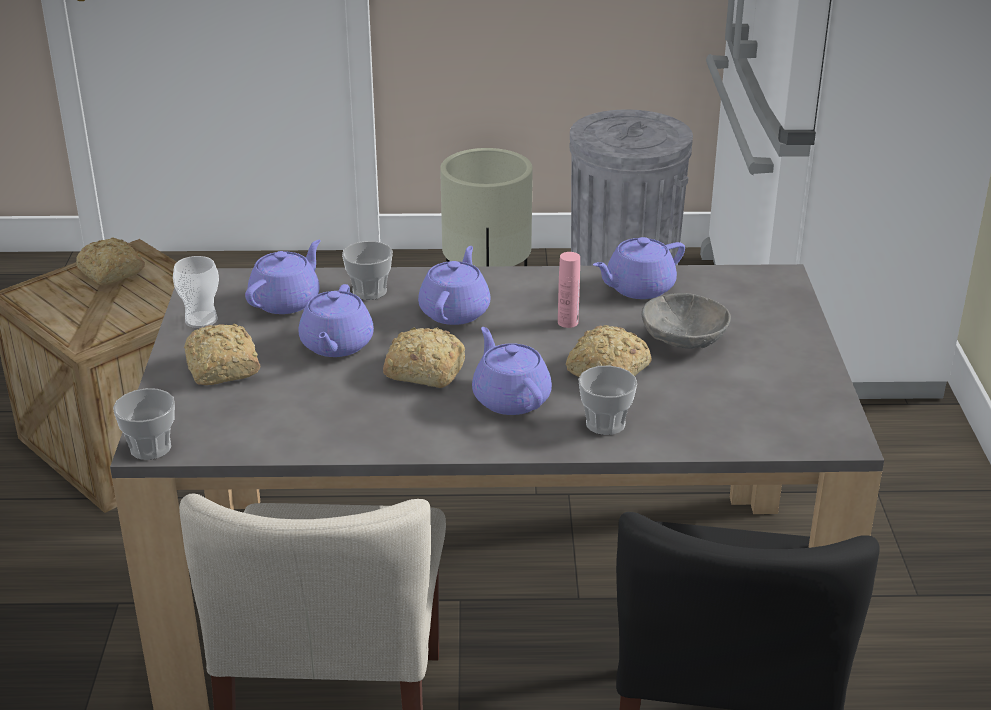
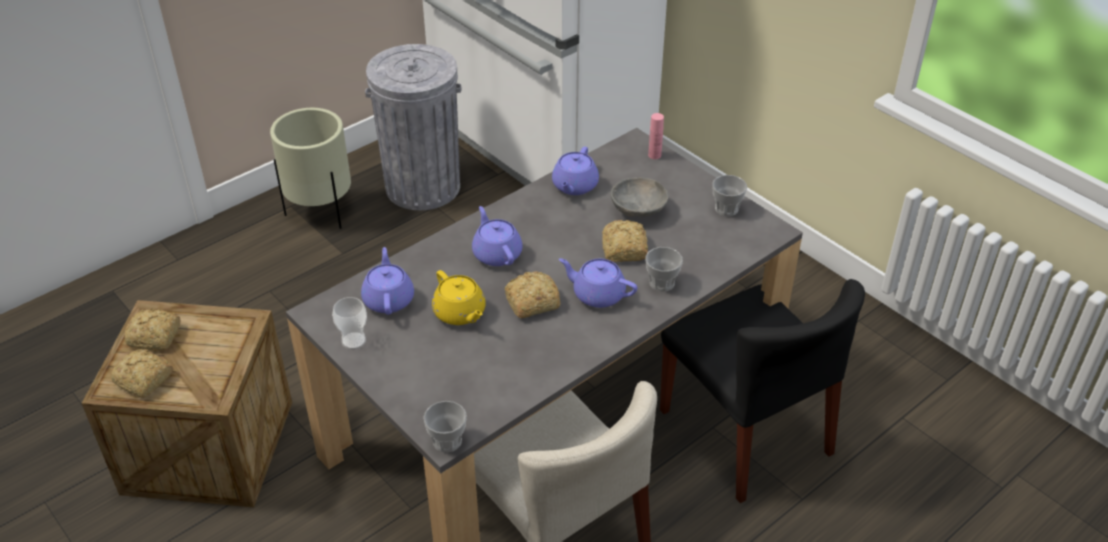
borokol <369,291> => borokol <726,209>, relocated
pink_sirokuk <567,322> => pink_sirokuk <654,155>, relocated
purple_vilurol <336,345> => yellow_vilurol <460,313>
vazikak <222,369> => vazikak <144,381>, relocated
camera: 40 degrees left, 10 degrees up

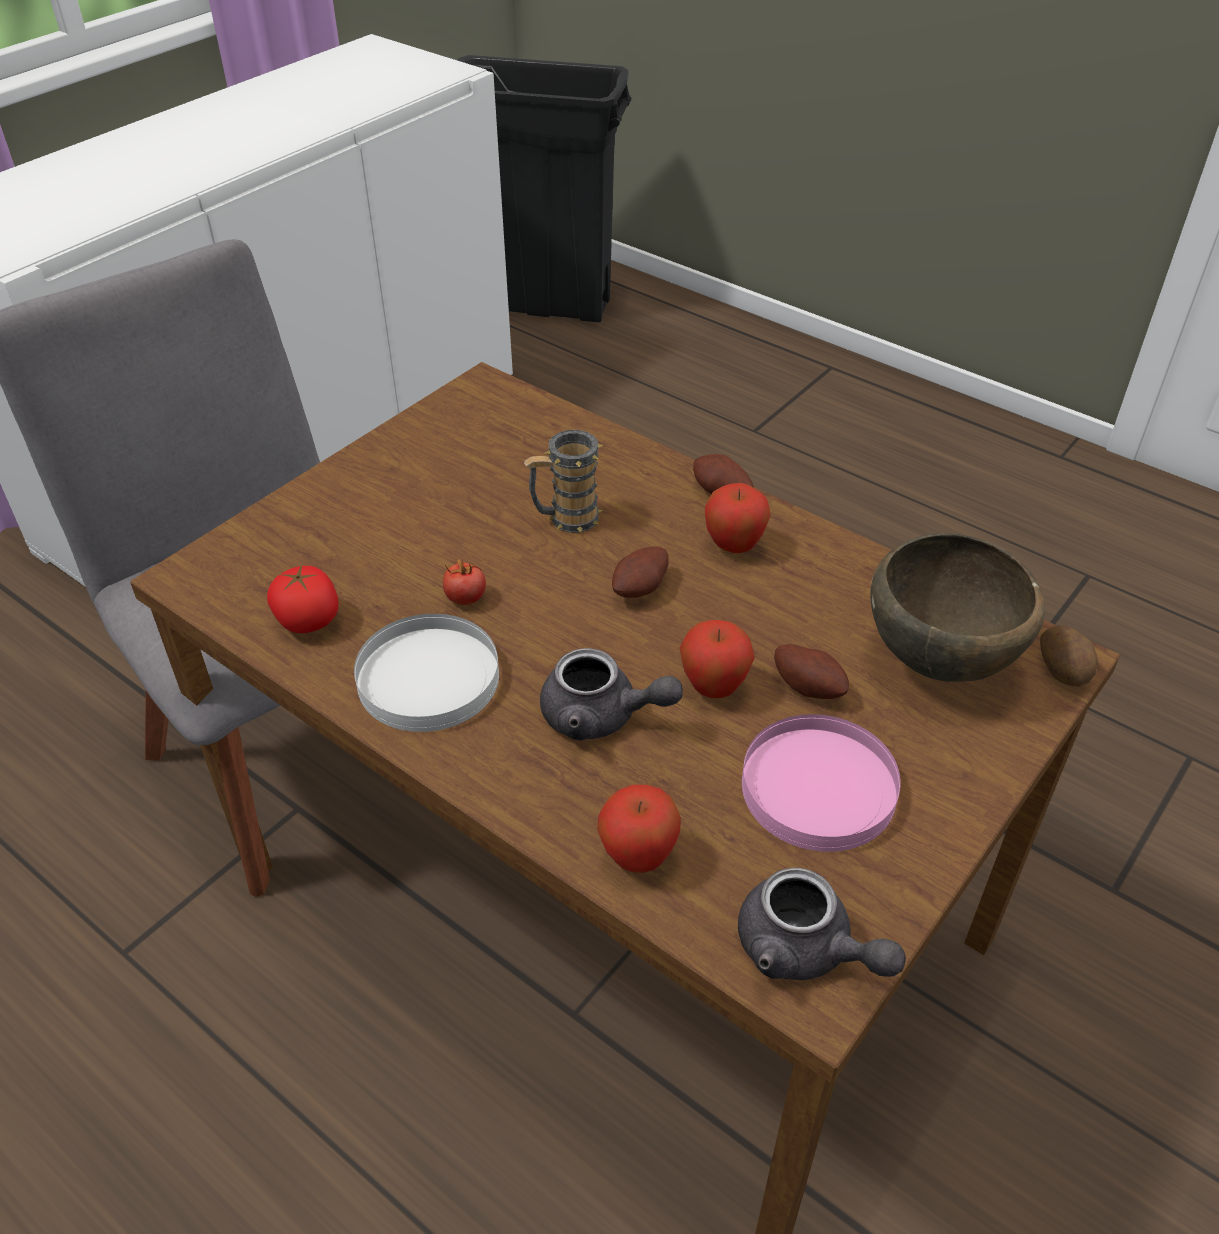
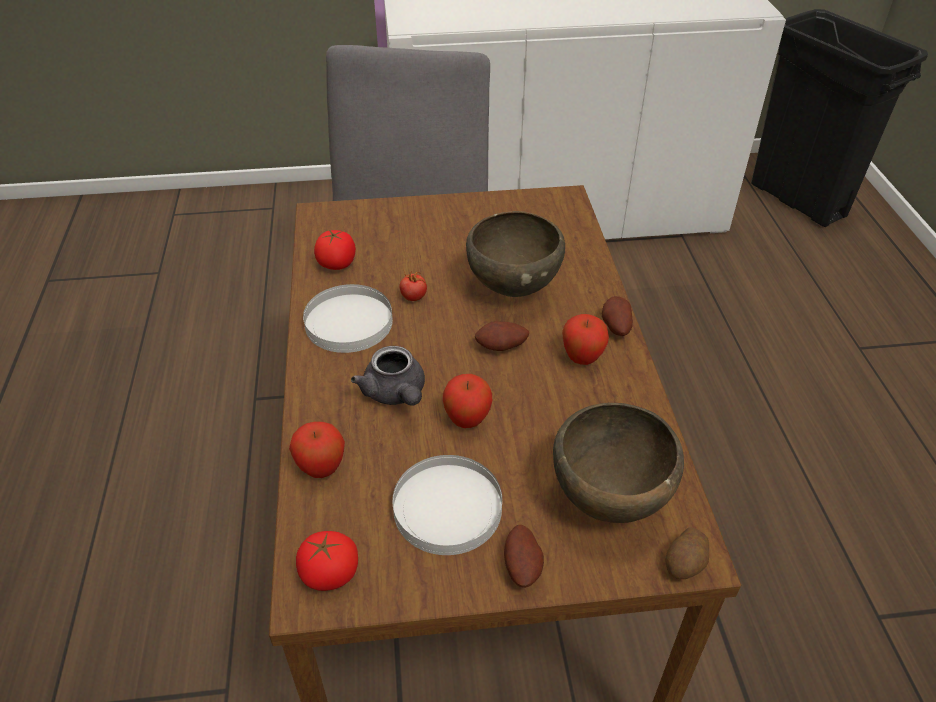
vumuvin <565,519> => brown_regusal <513,289>
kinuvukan <809,686> => kinuvukan <523,566>, relocated
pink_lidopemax <818,788> => white_lidopemax <446,508>
grey_vilurol <805,951> => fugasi <330,574>
camera: 45 degrees right, 0 degrees up

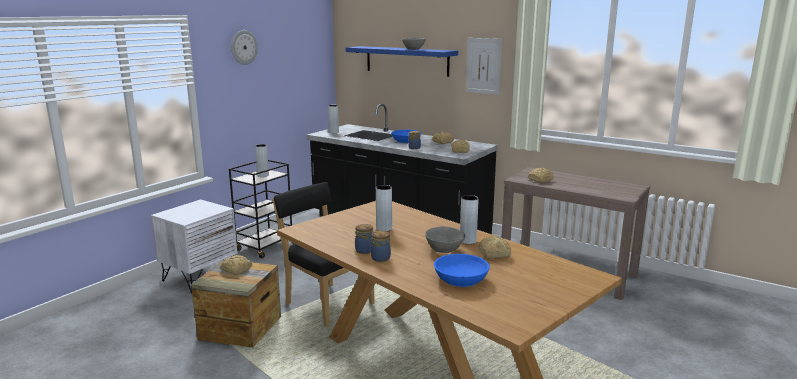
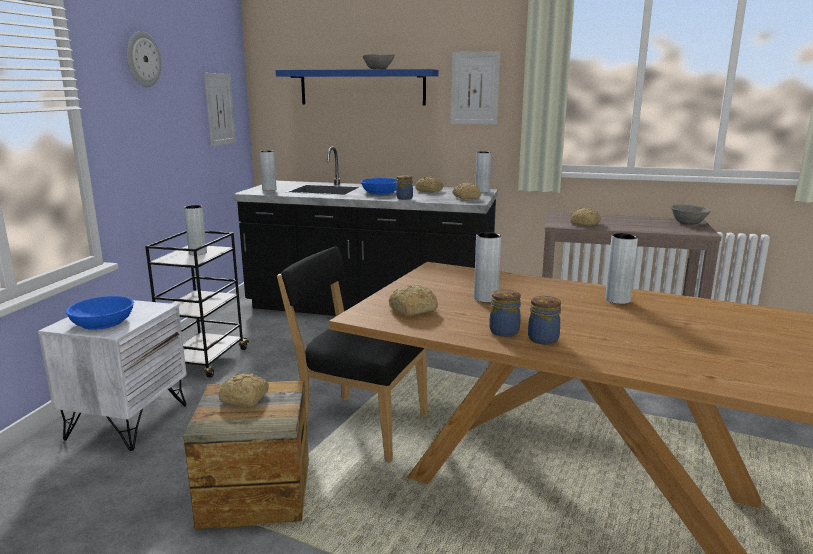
grey_regusal <444,250> => grey_regusal <688,223>, relocated
vazikak <493,254> => vazikak <411,310>, relocated
blue_regusal <461,279> => blue_regusal <102,322>, relocated
nothing => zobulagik <220,109>
nothing => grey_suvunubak <482,191>
camera: 20 degrees left, 0 degrees up

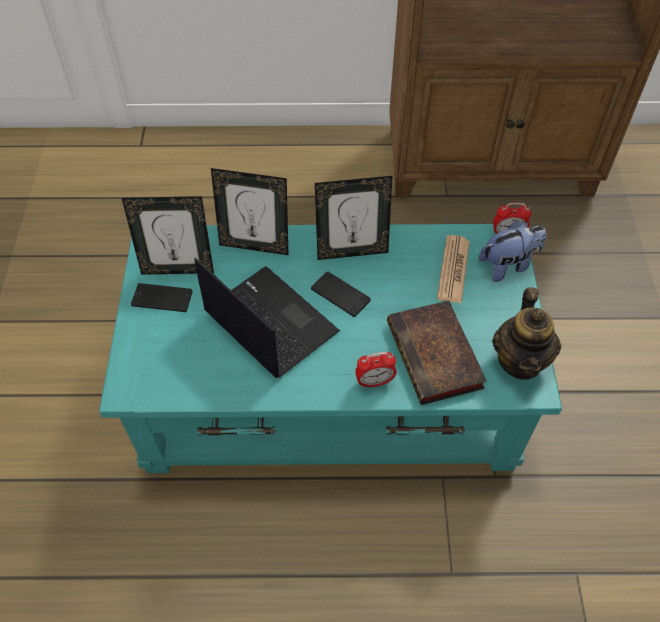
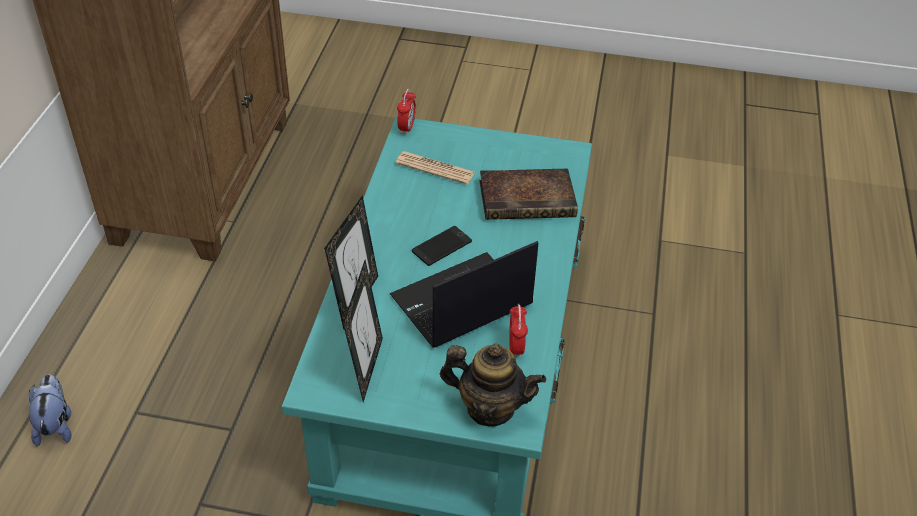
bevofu <352,251> => nothing
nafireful <508,265> => nafireful <56,425>, relocated
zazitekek <162,298> => nothing
vilurol <520,361> => vilurol <490,408>, relocated
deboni <374,382> => deboni <516,347>, relocated
camera: 80 degrees left, 10 degrees down

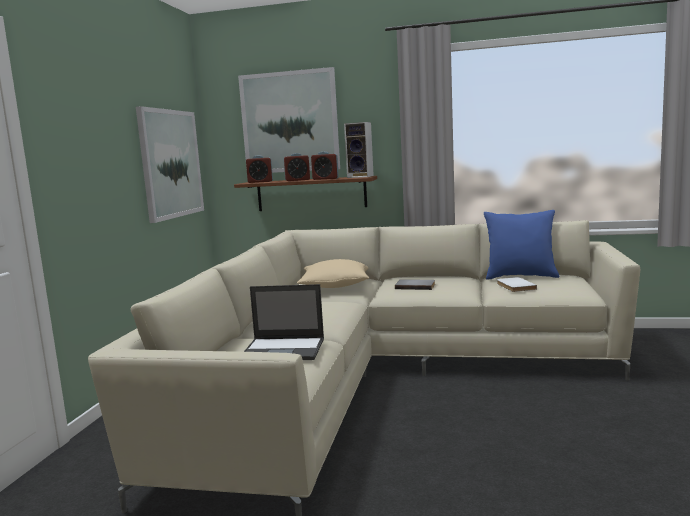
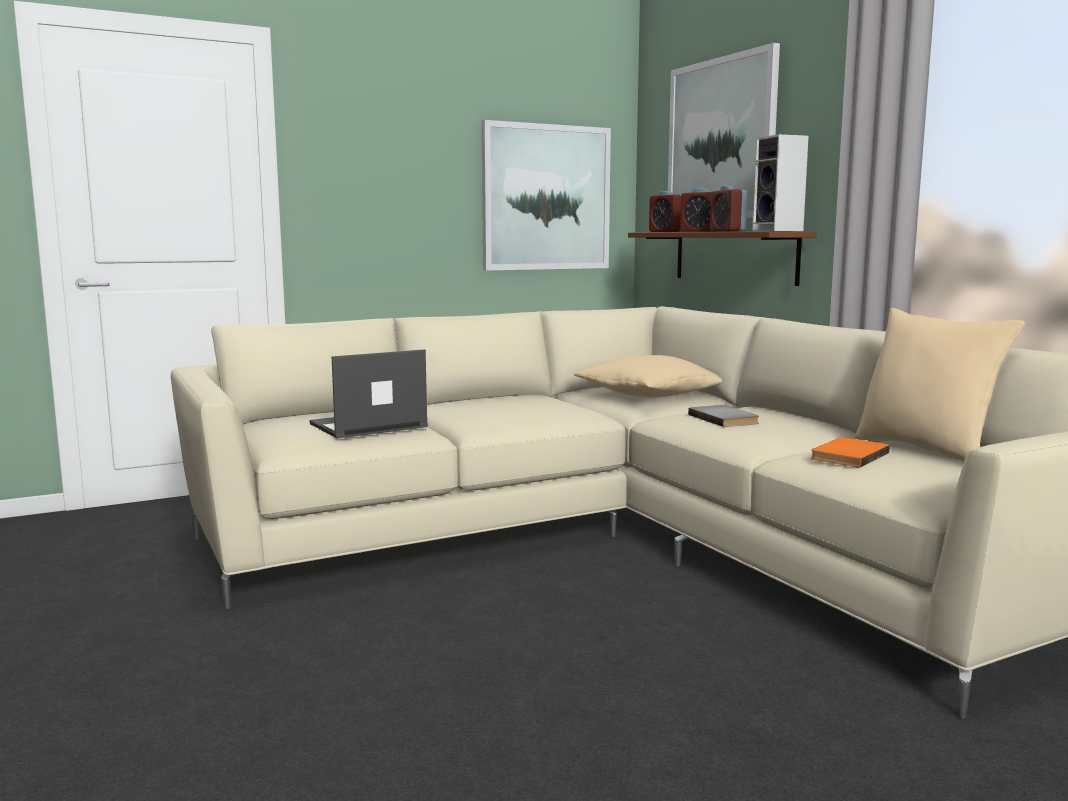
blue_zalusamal <520,276> => beige_zalusamal <926,450>
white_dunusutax <514,286> => orange_dunusutax <846,455>
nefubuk <284,349> => nefubuk <367,426>, 90 degrees clockwise
camera: 50 degrees right, 0 degrees up

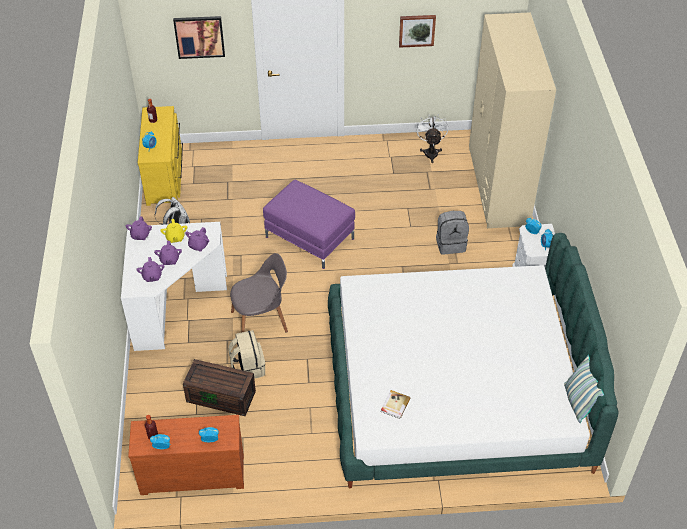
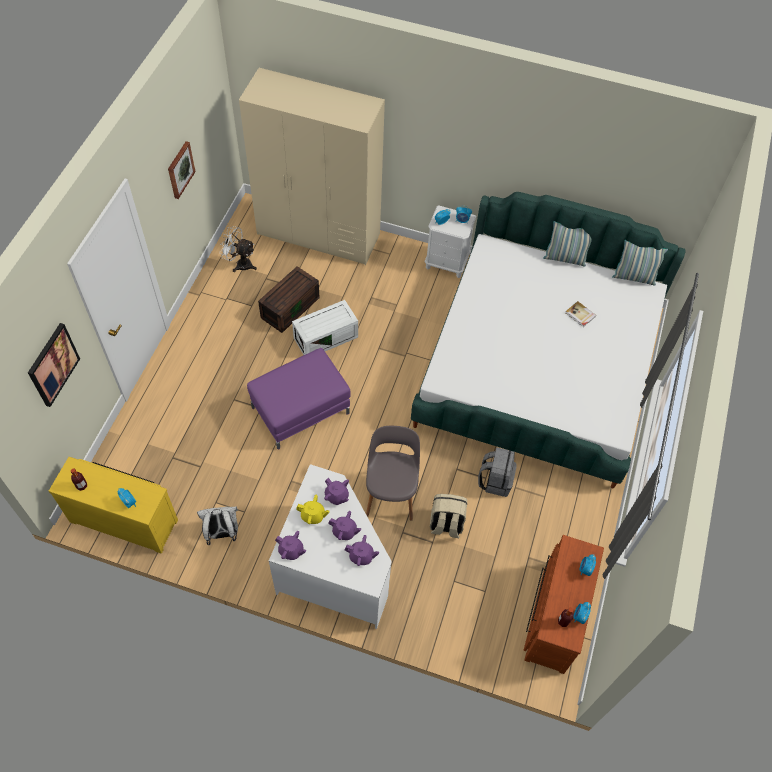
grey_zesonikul <450,244> => grey_zesonikul <495,480>, relocated
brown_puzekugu <222,396> => brown_puzekugu <290,307>, relocated
dunusutax <394,405> => dunusutax <580,315>, relocated
nothing => zalusamal <565,258>
nothing => white_puzekugu <326,336>
camera: 70 degrees left, 10 degrees up

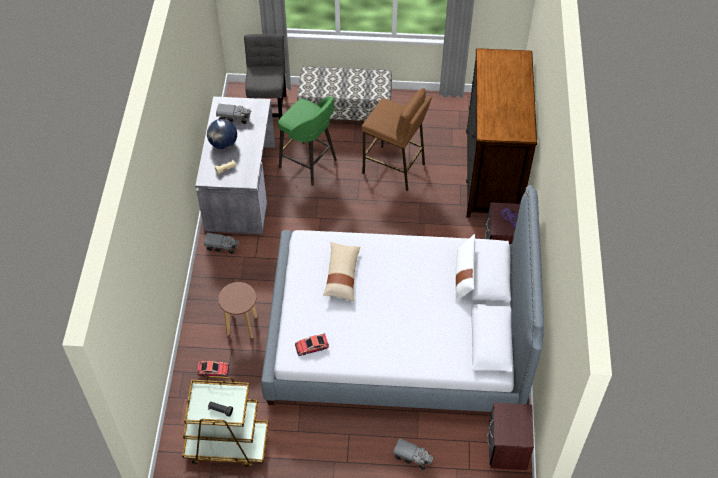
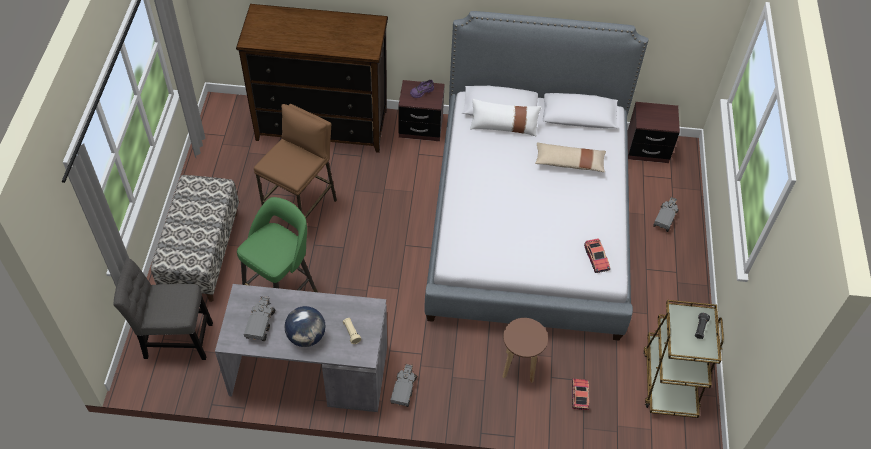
beige_zalusamal <342,275> => beige_zalusamal <569,162>, relocated
camera: 90 degrees left, 0 degrees up

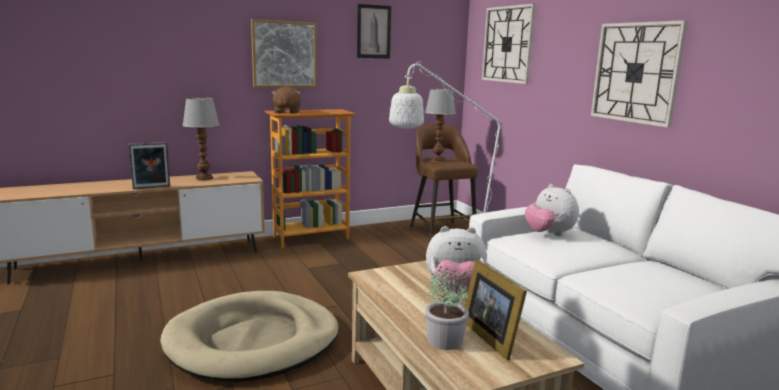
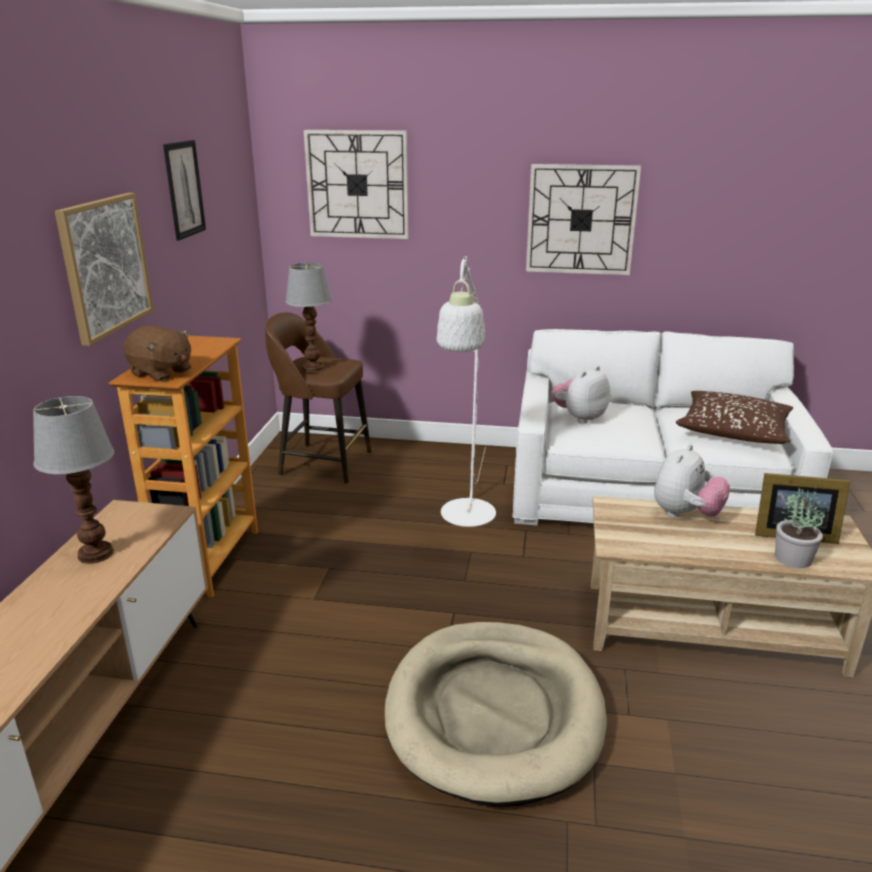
bevofu <151,188> => nothing
nafireful <549,234> => nafireful <579,418>, 135 degrees clockwise
nothing => brown_zalusamal <733,430>
camera: 55 degrees left, 10 degrees up

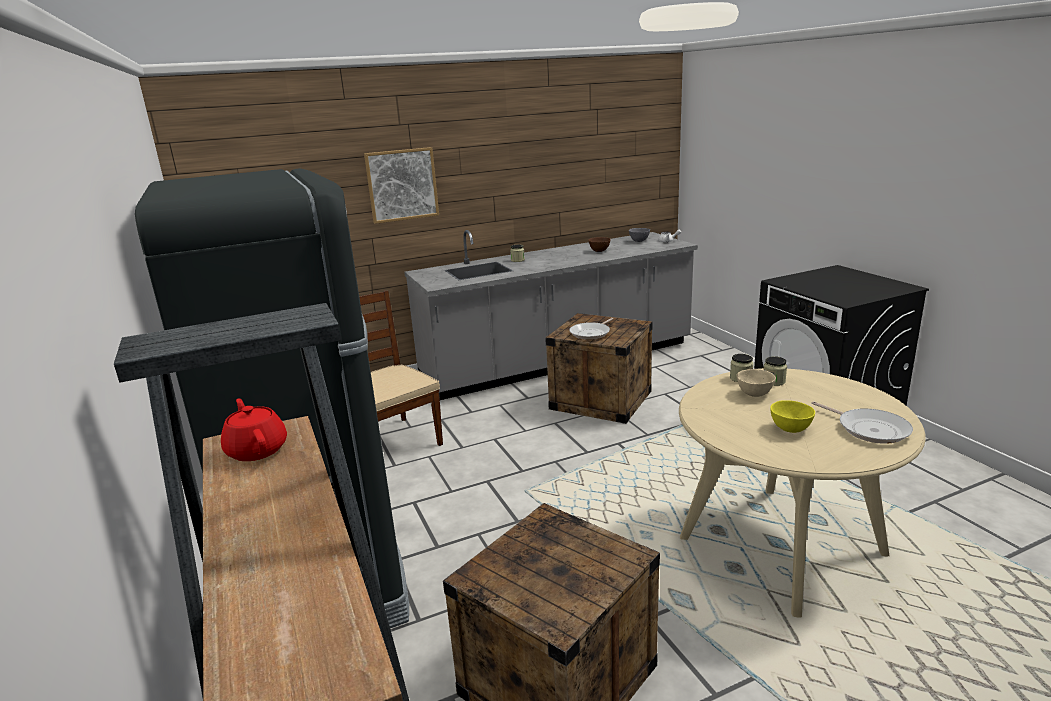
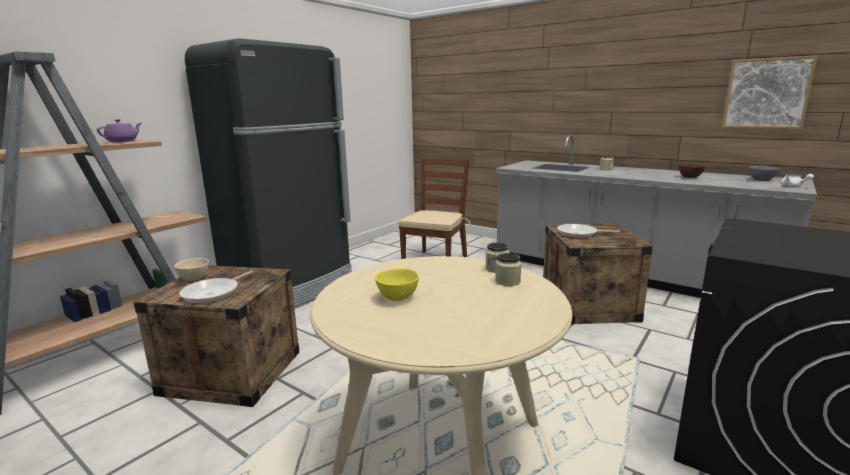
zobulagik <402,185> => zobulagik <766,93>, relocated
beige_regusal <754,394> => beige_regusal <194,278>, relocated
red_vilurol <257,449> => purple_vilurol <122,141>
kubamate <869,429> => kubamate <213,293>, relocated
camera: 60 degrees right, 5 degrees down

